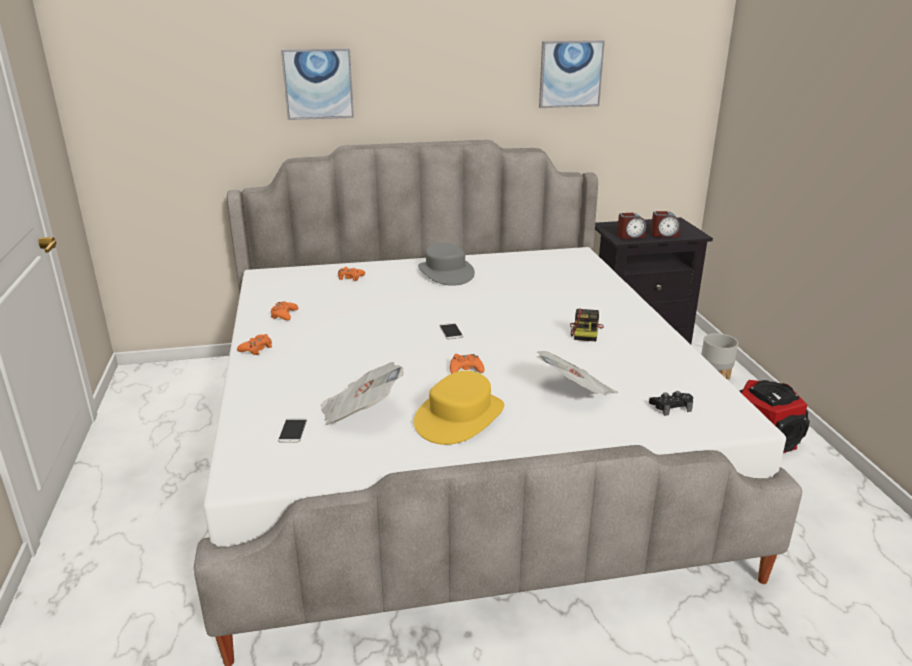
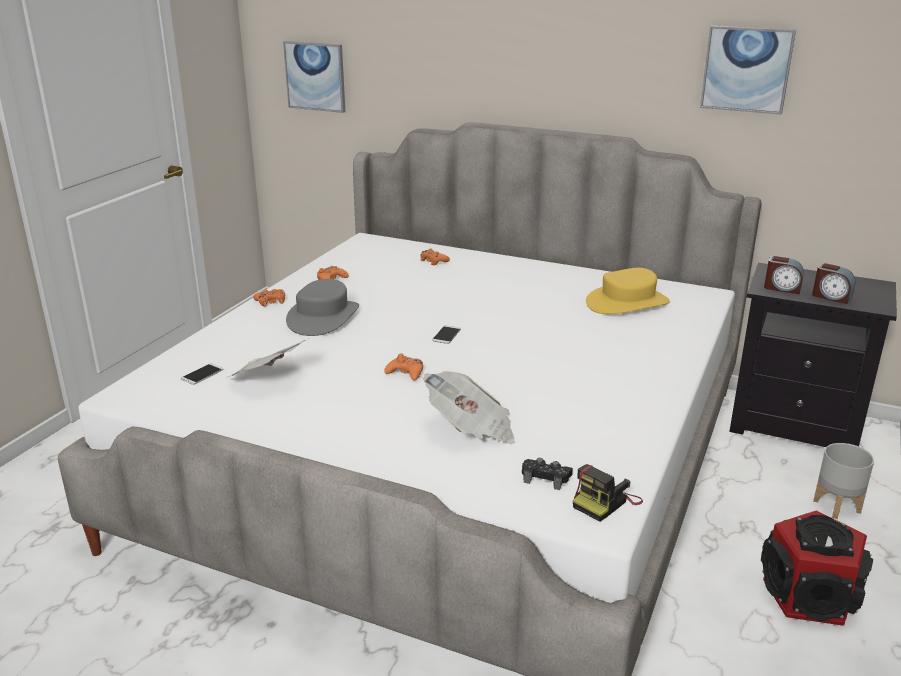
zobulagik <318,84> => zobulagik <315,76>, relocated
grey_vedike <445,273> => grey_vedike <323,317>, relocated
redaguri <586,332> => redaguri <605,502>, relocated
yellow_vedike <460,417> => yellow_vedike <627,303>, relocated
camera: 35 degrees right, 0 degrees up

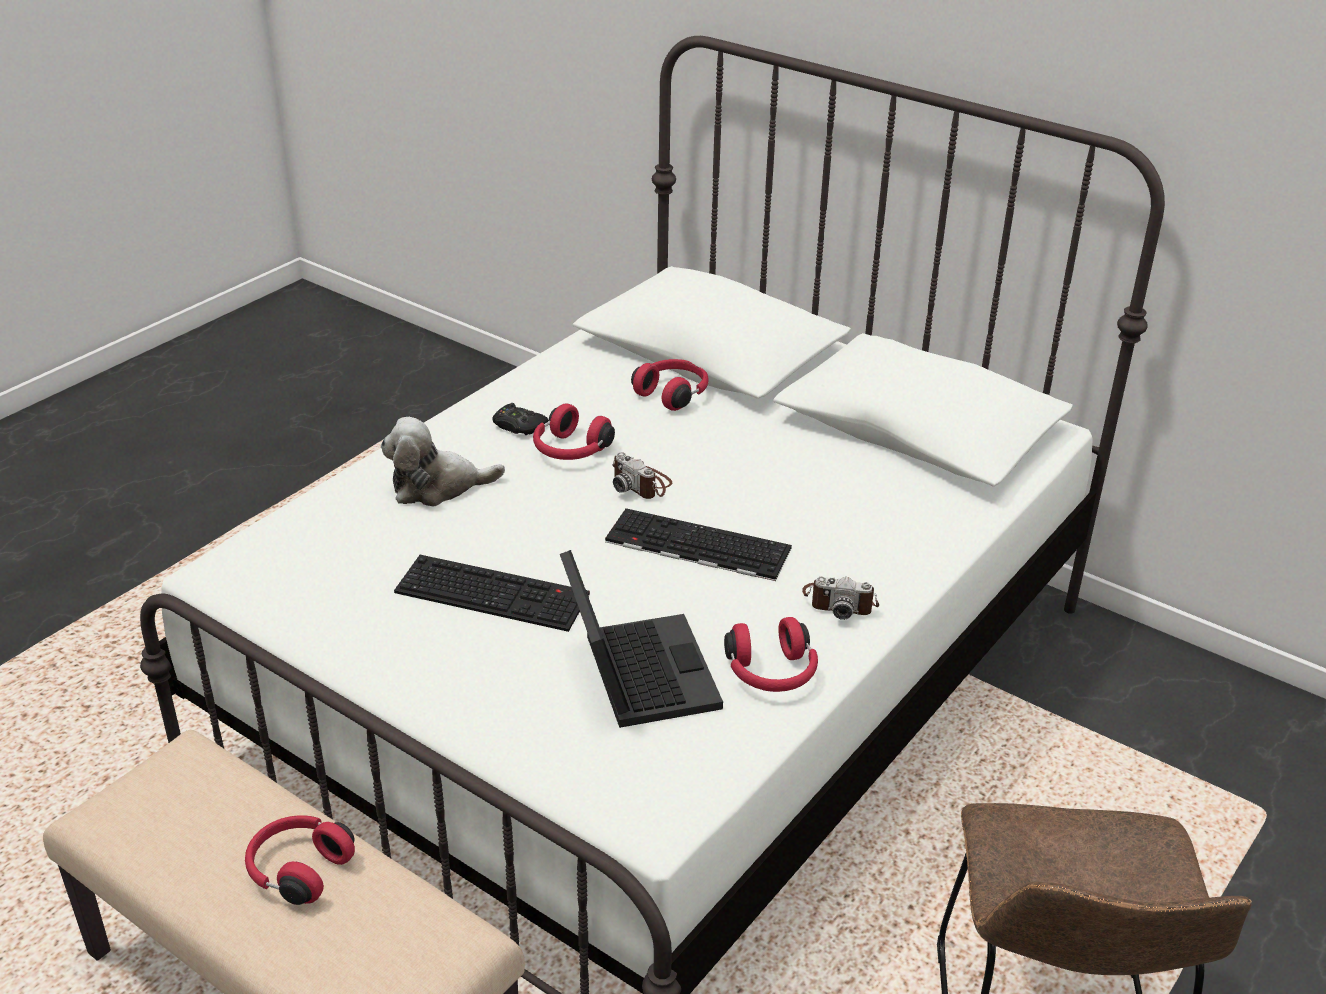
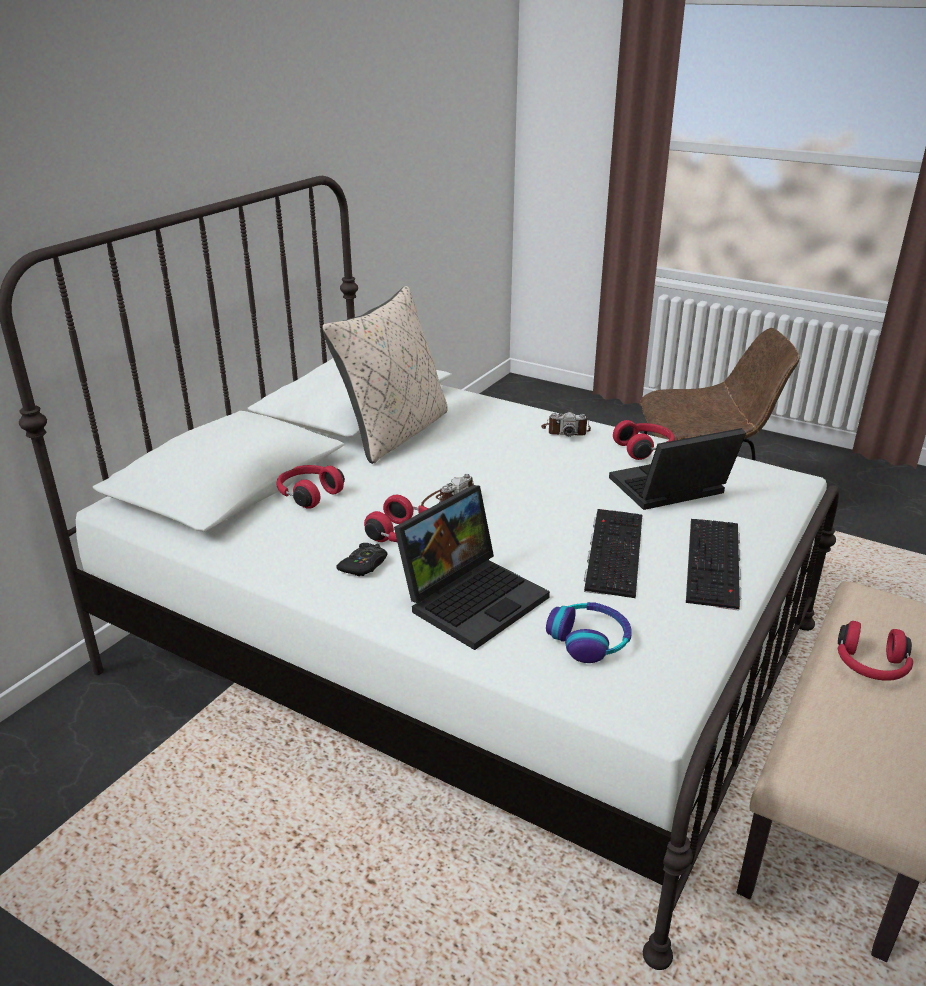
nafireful <437,486> => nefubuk <473,597>
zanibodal <695,546> => zanibodal <715,563>, relocated
redaguri <840,602> => redaguri <565,431>, 90 degrees clockwise
nothing => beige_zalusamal <395,433>
nothing => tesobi <589,640>
camera: 95 degrees left, 5 degrees down

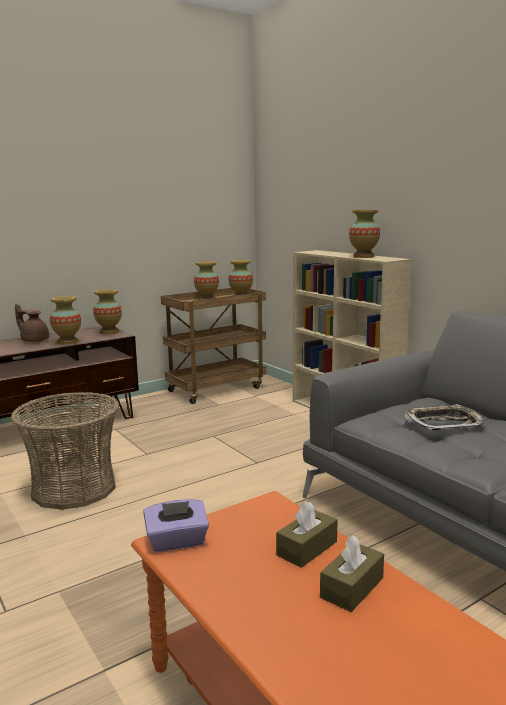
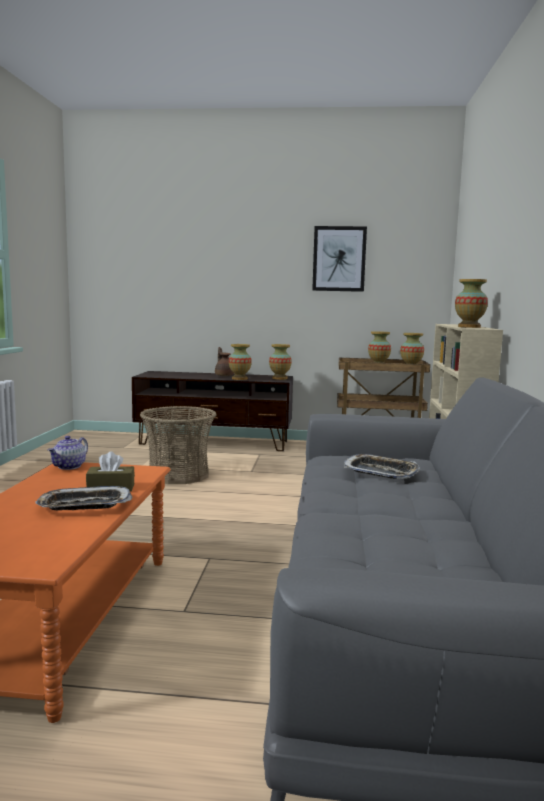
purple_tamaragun <177,542> => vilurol <69,466>
brown_tamaragun <352,588> => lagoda <84,505>
nothing => zobulagik <339,259>
camera: 40 degrees right, 5 degrees down

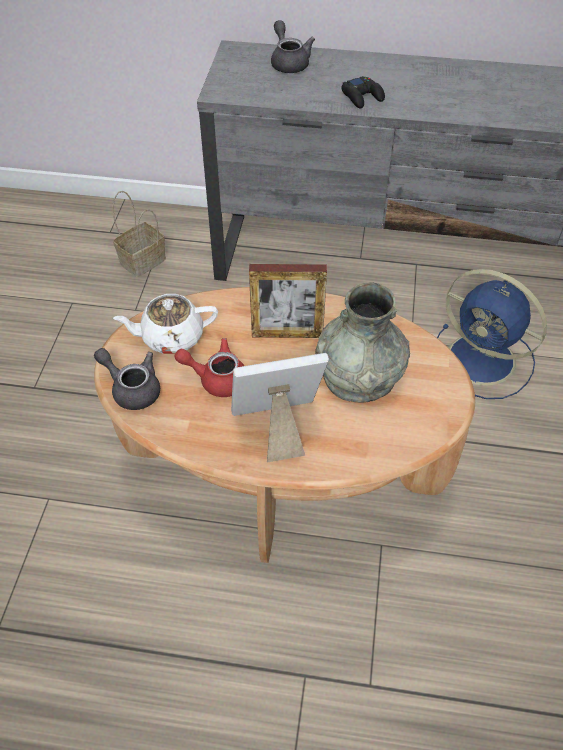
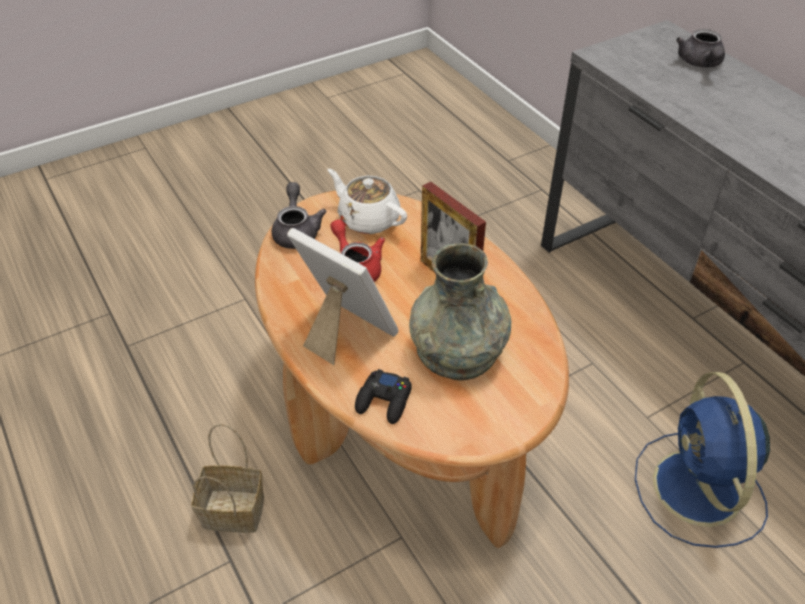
grey_vilurol <289,62> => grey_vilurol <700,63>, 150 degrees clockwise
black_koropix <362,97> => black_koropix <384,401>, relocated
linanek <142,262> => linanek <231,512>, relocated
camera: 50 degrees right, 5 degrees down

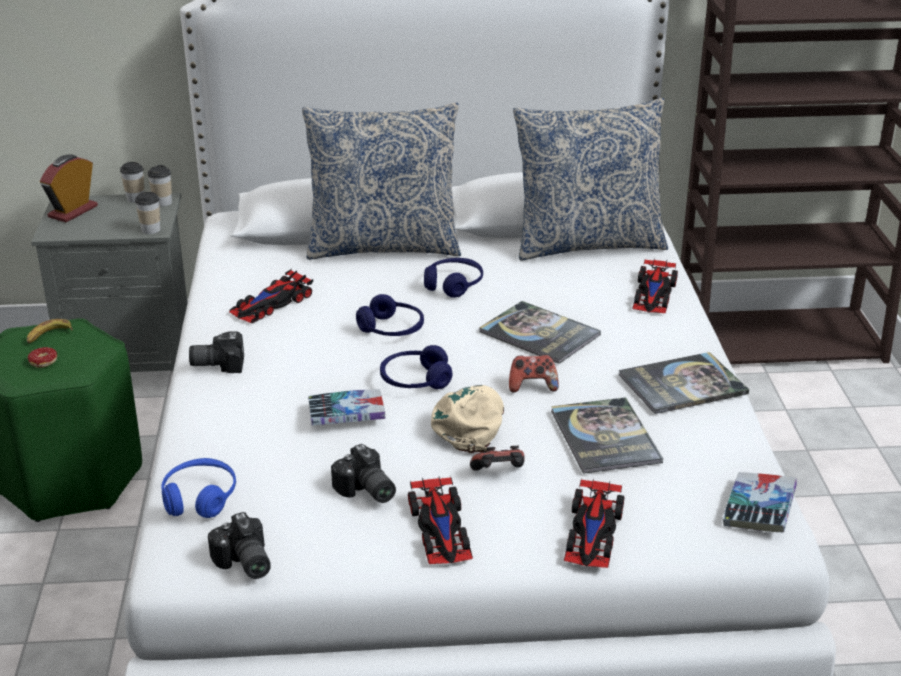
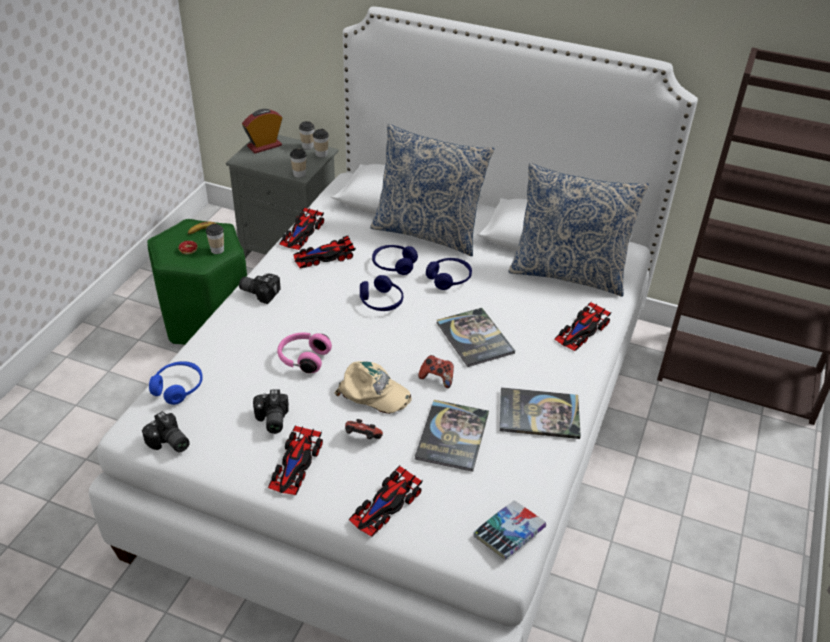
blue_tesobi <415,380> => blue_tesobi <394,265>, relocated
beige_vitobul <470,423> => beige_vitobul <373,392>, 75 degrees clockwise
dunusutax <346,414> => pink_tesobi <303,358>
redaguri <243,563> => redaguri <168,443>, 45 degrees counterclockwise
nothing => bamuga <302,233>
nothing => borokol <217,250>
camera: 25 degrees right, 10 degrees up

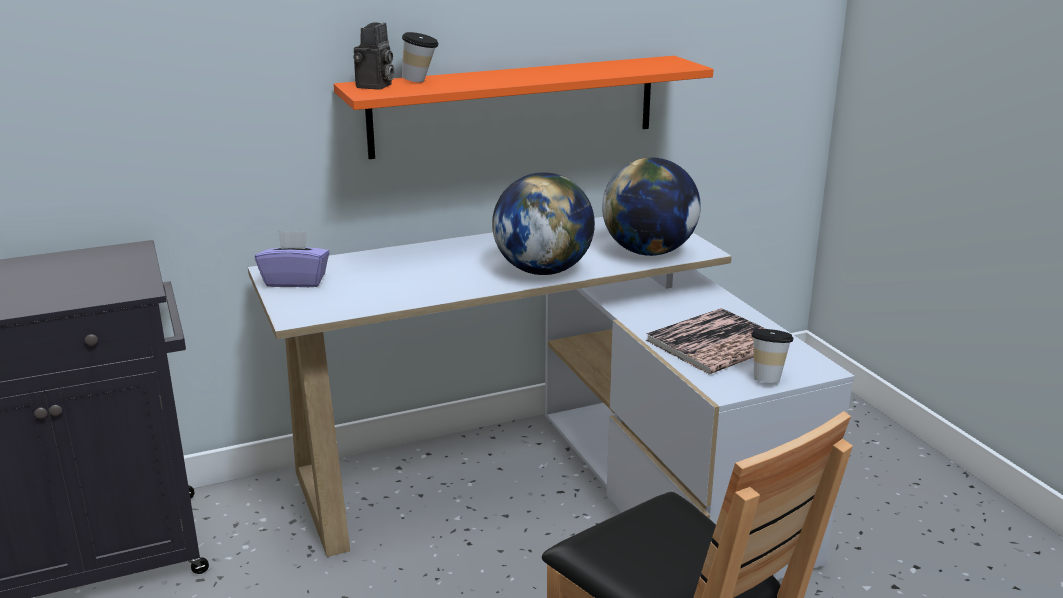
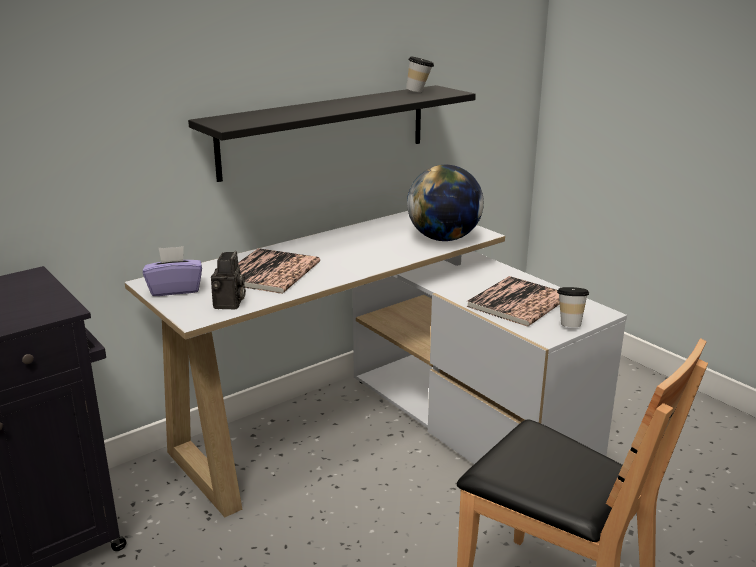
redaguri <375,86> => redaguri <229,304>, relocated
borokol <420,81> => borokol <419,92>, relocated
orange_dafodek <515,106> => black_dafodek <325,131>
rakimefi <543,271> => nothing
nothing => dunusutax <270,272>
camera: 15 degrees left, 0 degrees up

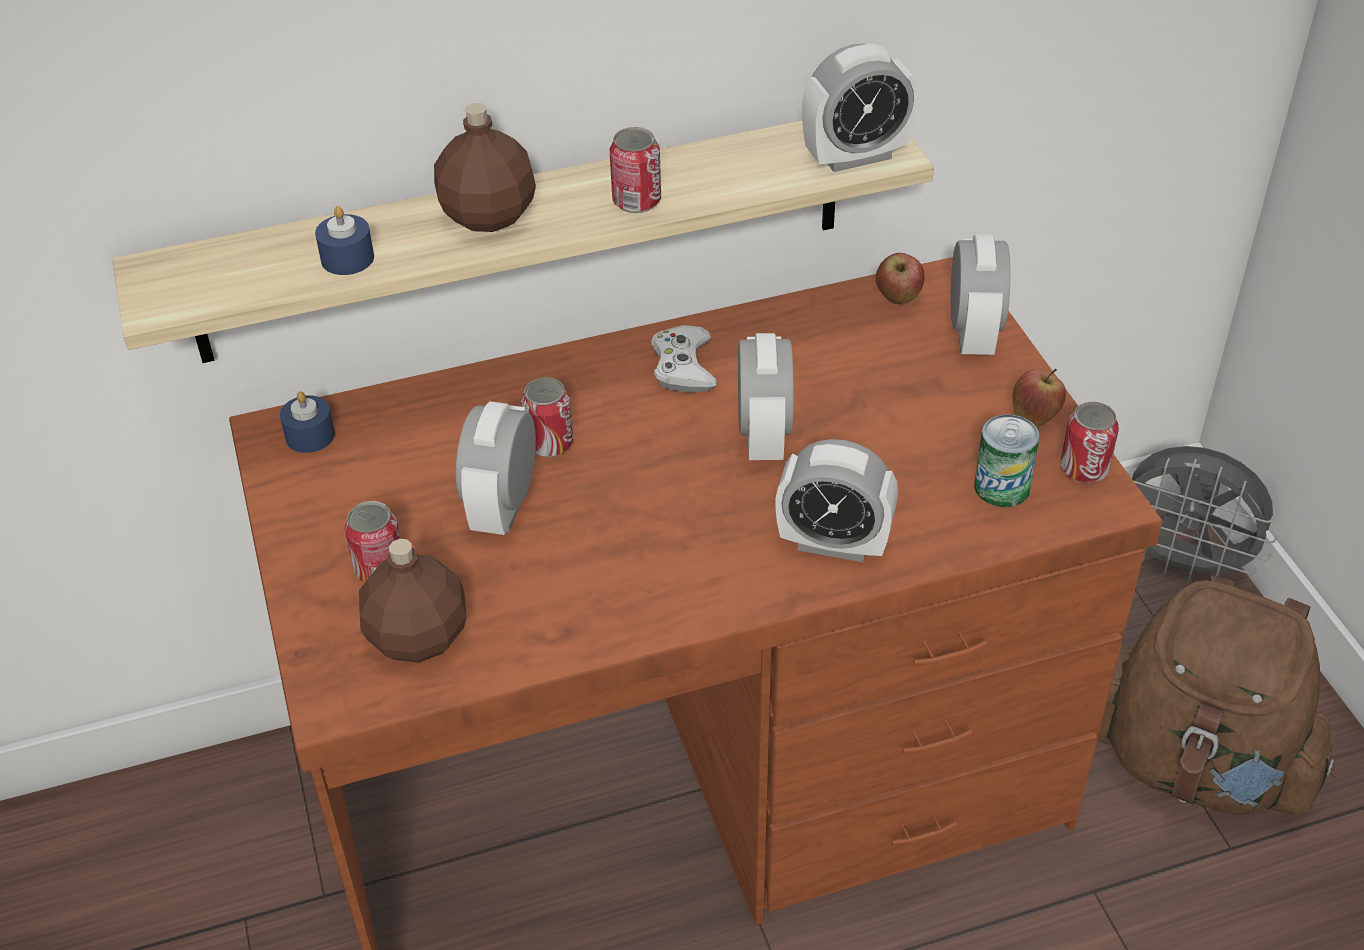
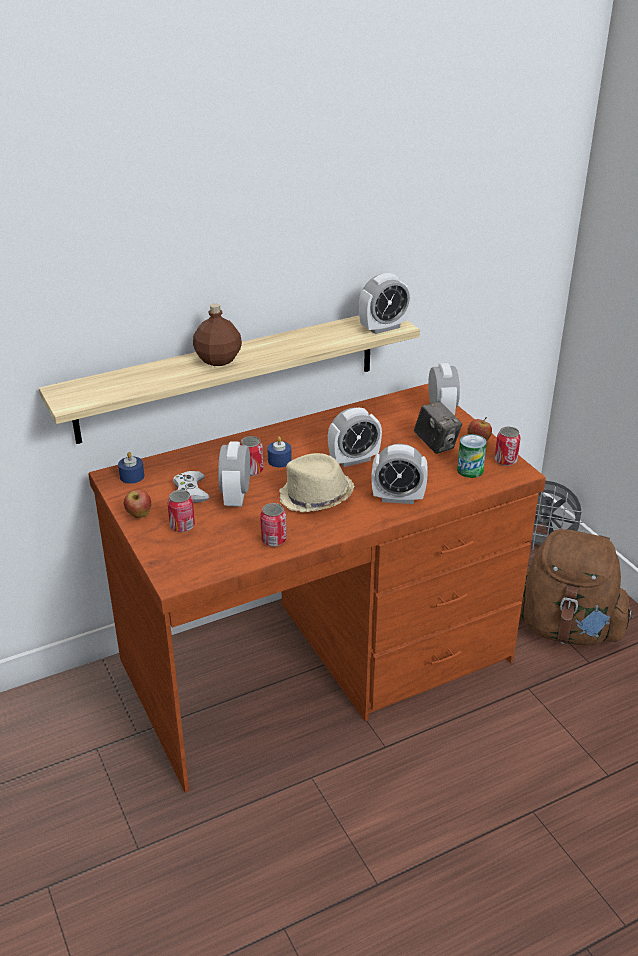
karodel <636,201> => karodel <273,540>, relocated
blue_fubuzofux <347,258> => blue_fubuzofux <279,460>, relocated
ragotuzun <898,299> => ragotuzun <139,515>, relocated
white_koropix <683,366> => white_koropix <191,491>, relocated
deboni <763,437> => deboni <354,460>, 75 degrees clockwise
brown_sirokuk <419,637> => nothing
nothing => redaguri <436,444>
nothing => beige_vedike <315,498>
camera: 10 degrees left, 10 degrees down

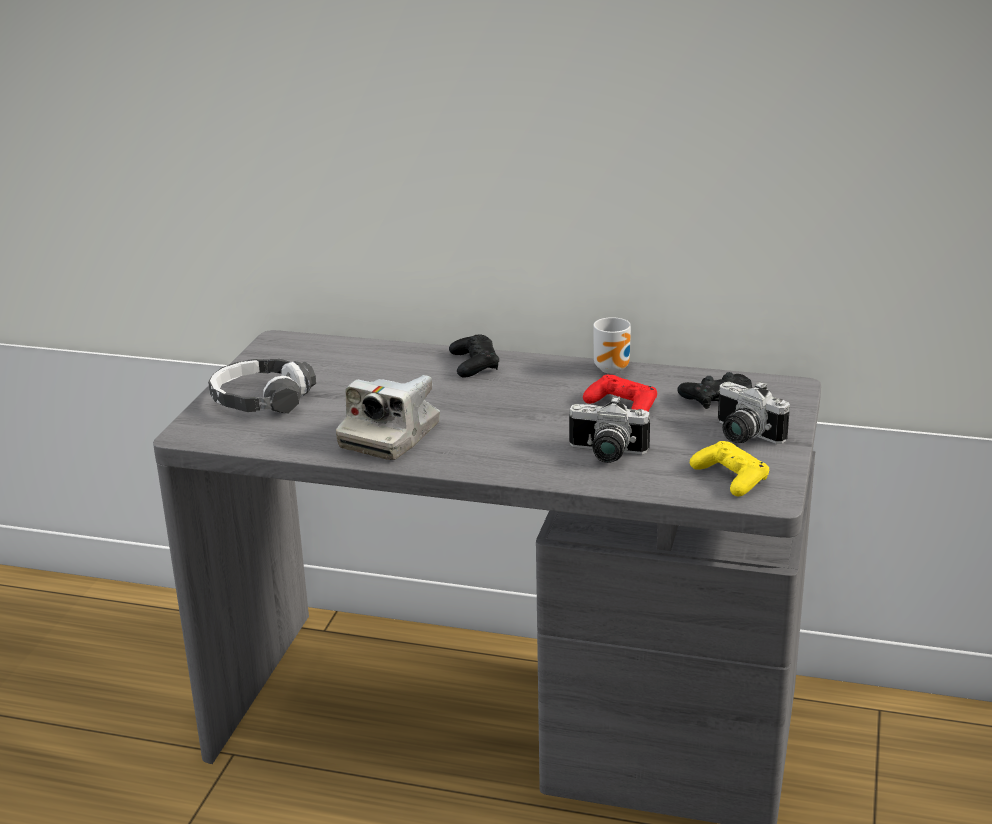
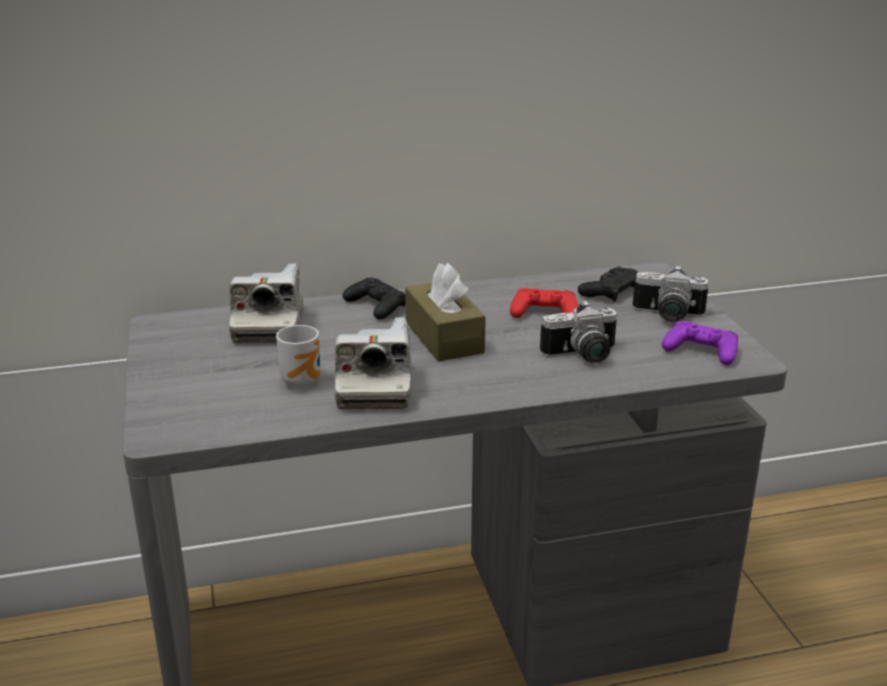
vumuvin <614,369> => vumuvin <304,381>, relocated
tesobi <262,400> => nothing
yellow_koropix <730,477> => purple_koropix <701,351>
nothing => brown_tamaragun <444,337>
nothing => redaguri <269,325>
camera: 30 degrees left, 0 degrees up

